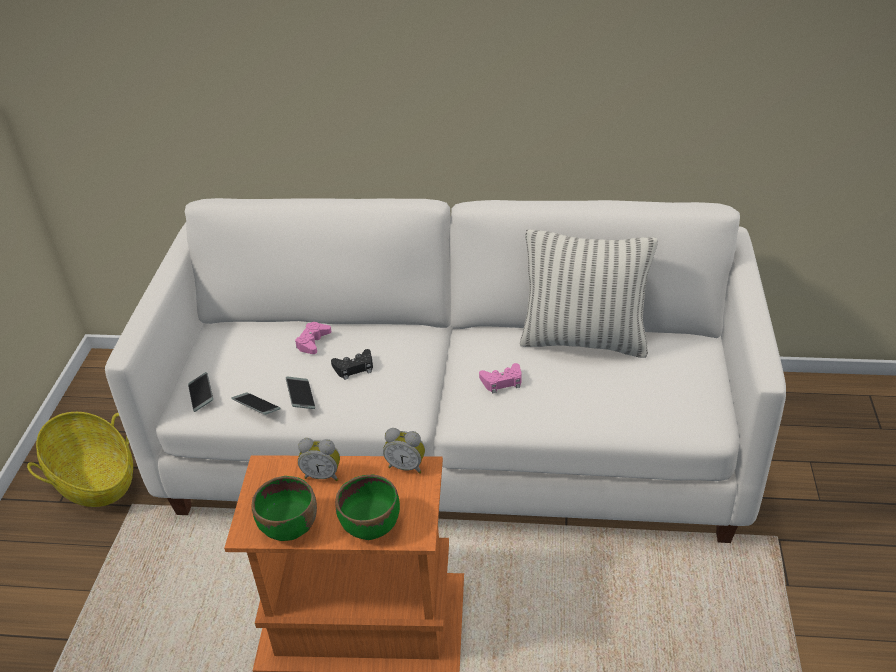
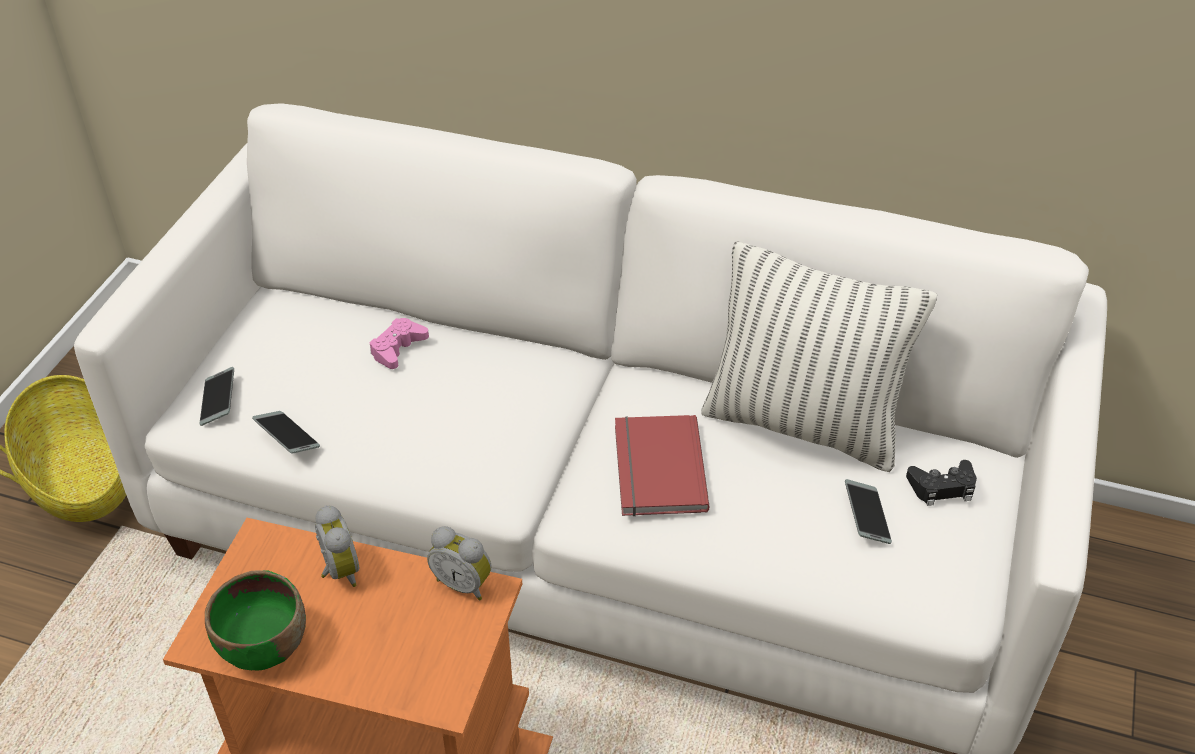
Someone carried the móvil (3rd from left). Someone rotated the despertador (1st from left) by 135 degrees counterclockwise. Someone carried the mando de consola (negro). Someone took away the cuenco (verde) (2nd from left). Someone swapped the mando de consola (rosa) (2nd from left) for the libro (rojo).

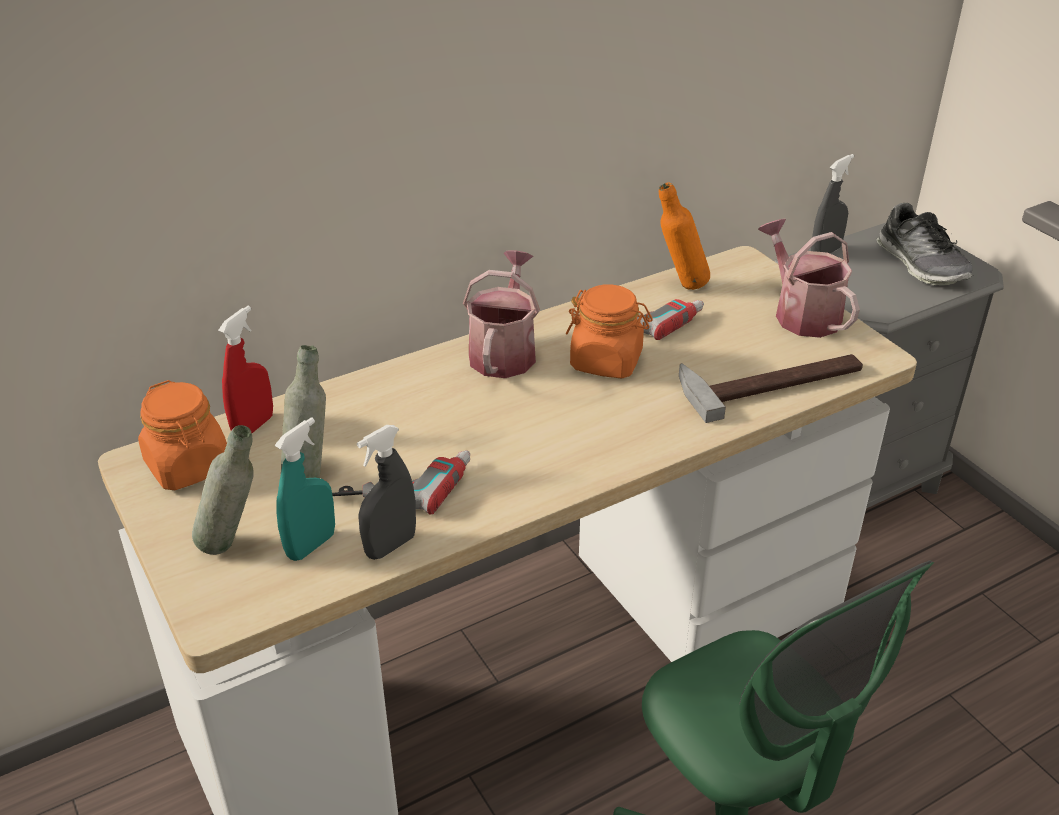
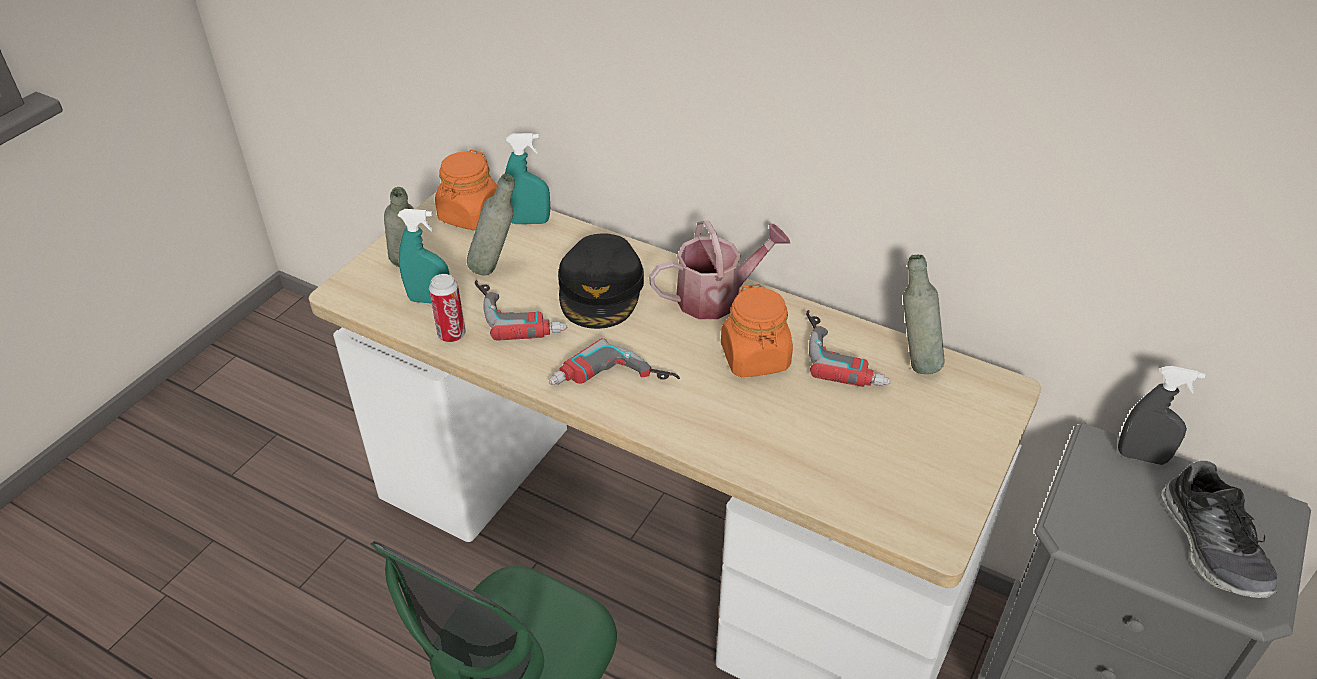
Someone repainted the pulverizador (rojo), which became the pulverizador (turquesa) (2nd from left). Someone swapped the pulverizador (gris) (1st from left) for the lata. Someone repainted the botella (naranja), which became the botella (gris) (3rd from left). Someone took away the martillo. Someone took away the regadera (2nd from left). Someone rotated the zapato by 45 degrees counterclockwise. Someone put down the taladro (2nd from left). Someone put down the gorra (negro).

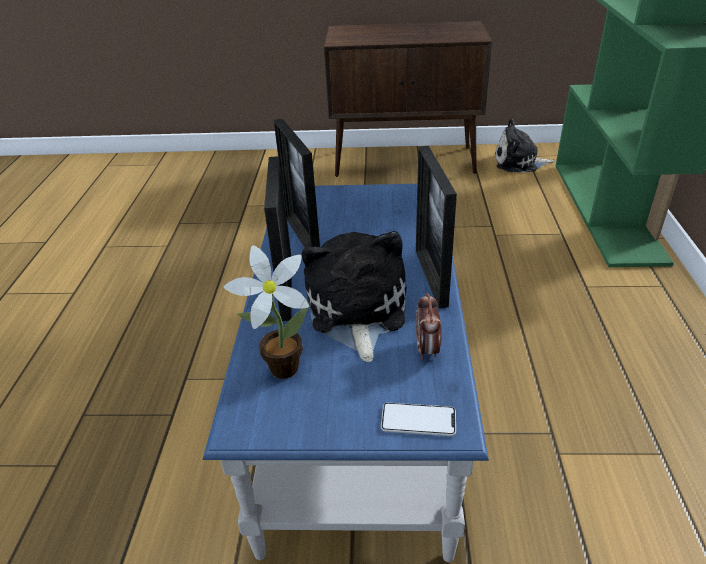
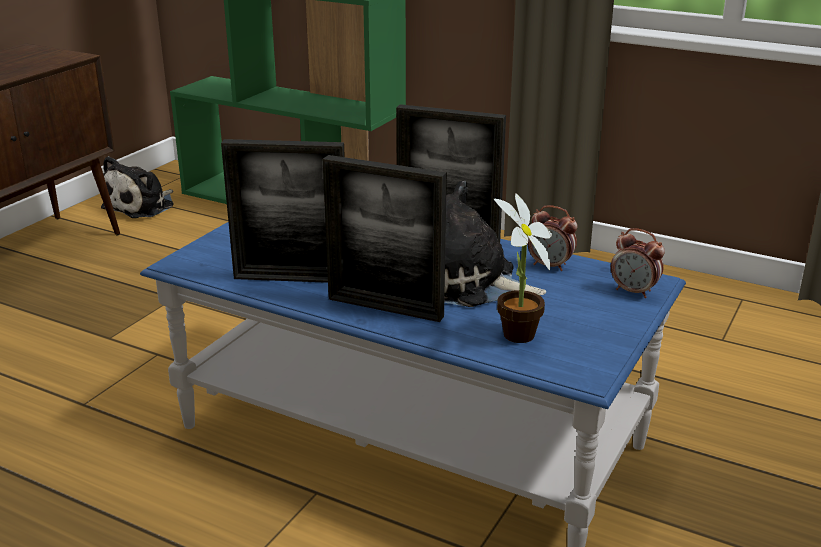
Someone swapped the móvil for the despertador (2nd from left).

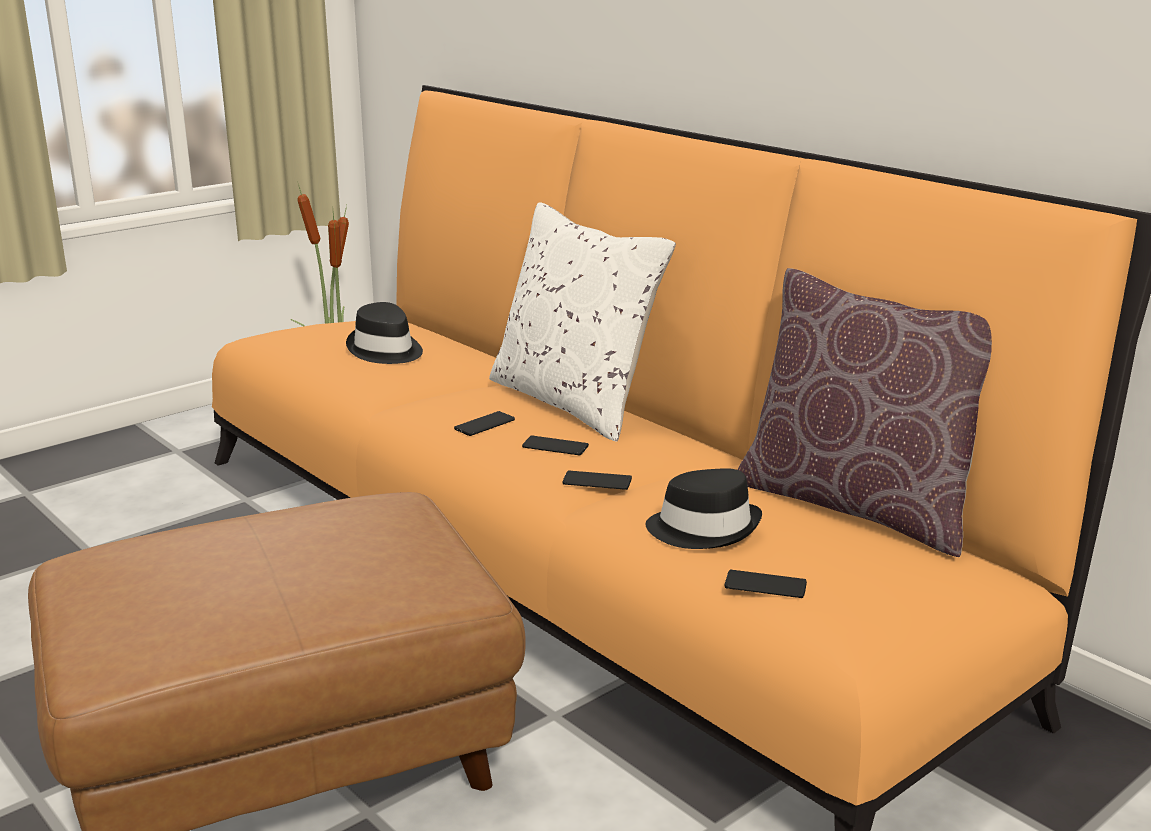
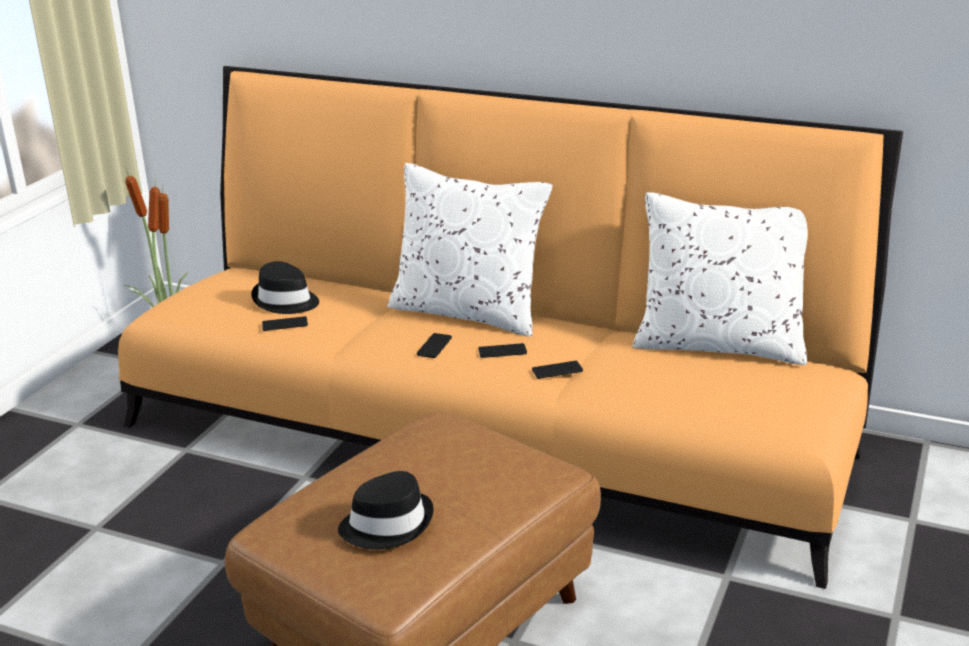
Someone carried the sombrero (negro) (2nd from left). Someone carried the móvil (4th from left in the first image). Someone repainted the cojín (marrón), which became the cojín (blanco) (2nd from left).

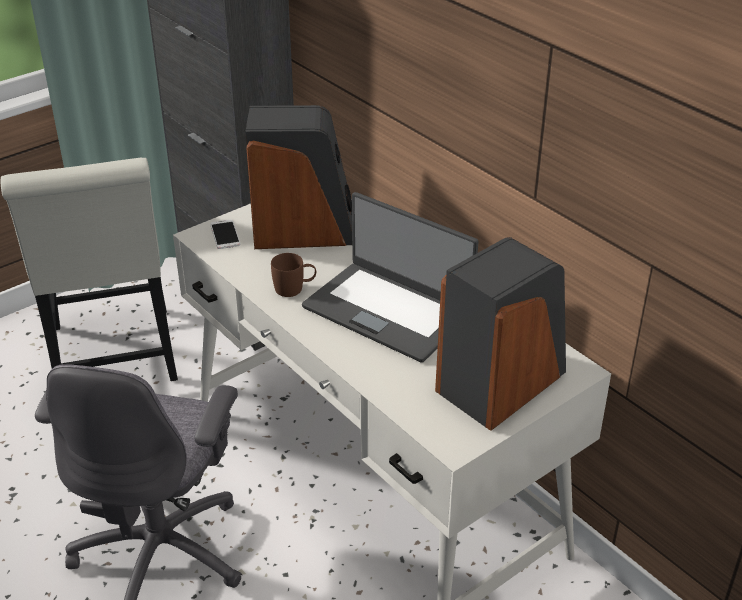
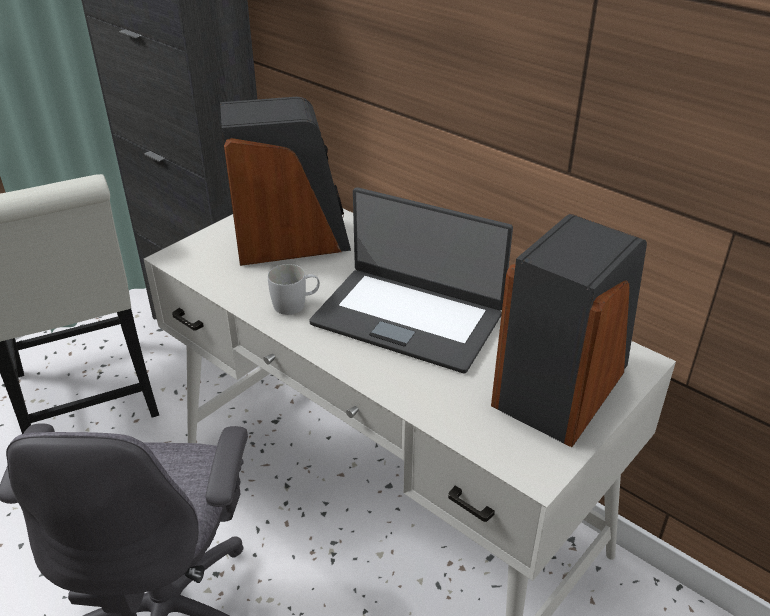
Someone took away the móvil. Someone repainted the taza grande (marrón), which became the taza grande (blanco).

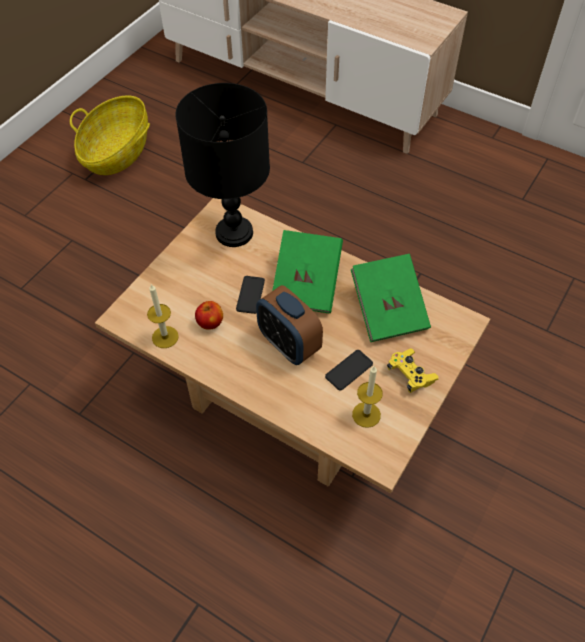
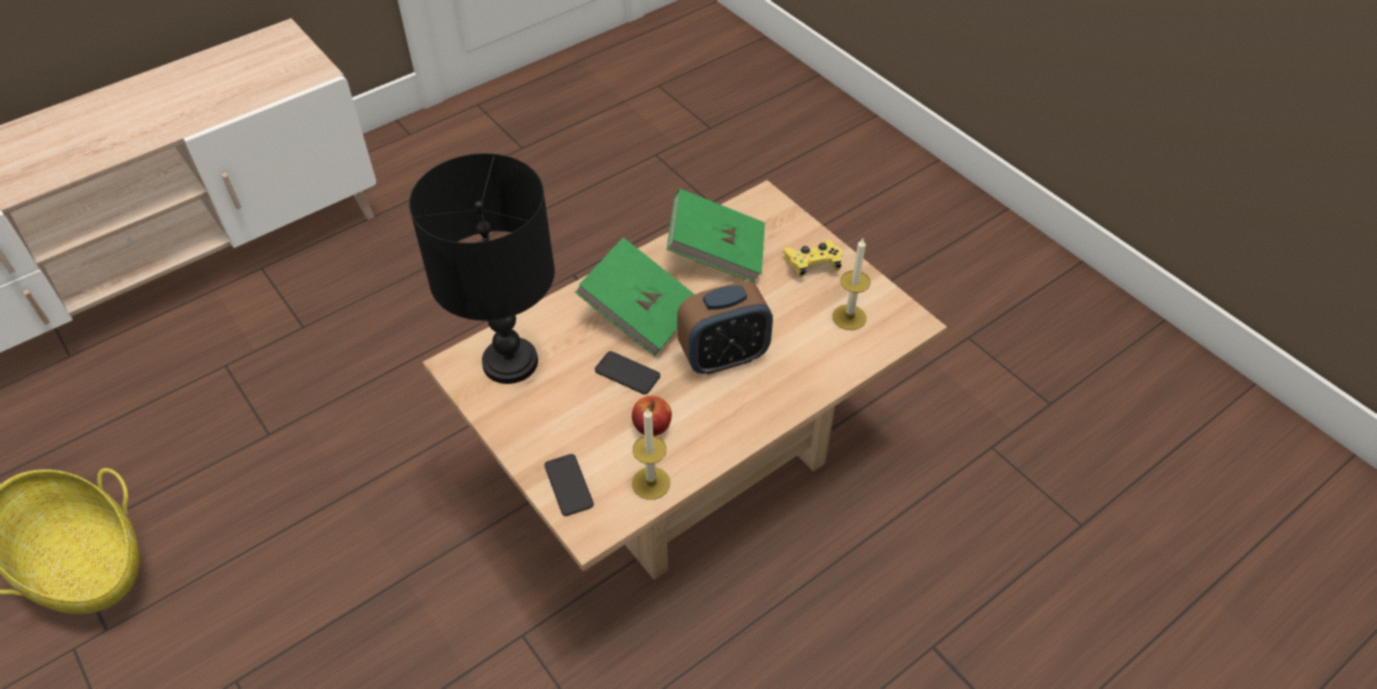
Someone carried the móvil (2nd from left in the first image).

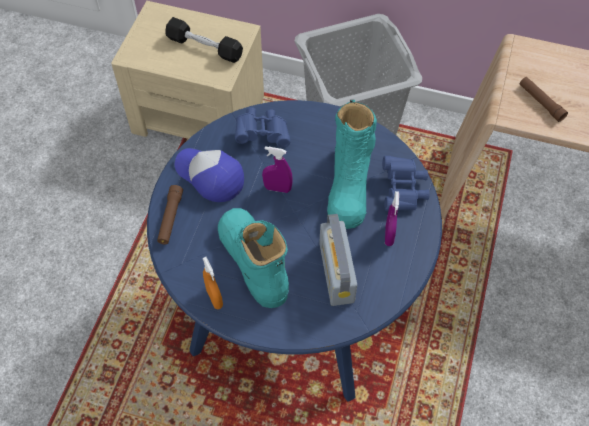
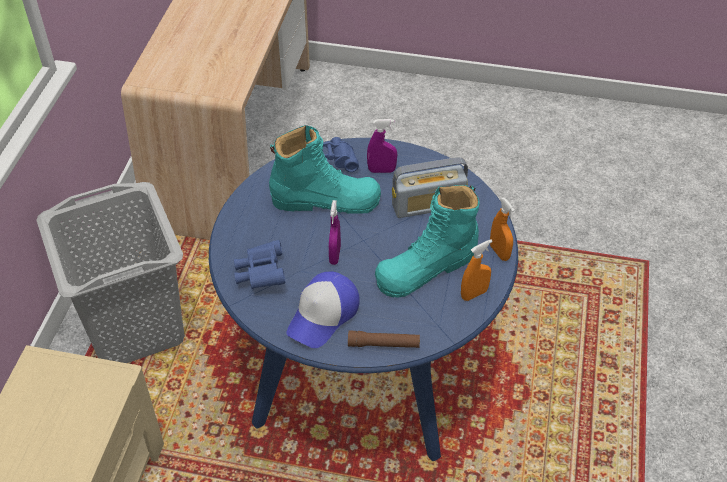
Someone took away the mancuerna (negro). Someone took away the linterna (marrón) (2nd from left). Someone put down the pulverizador (naranja) (2nd from left).

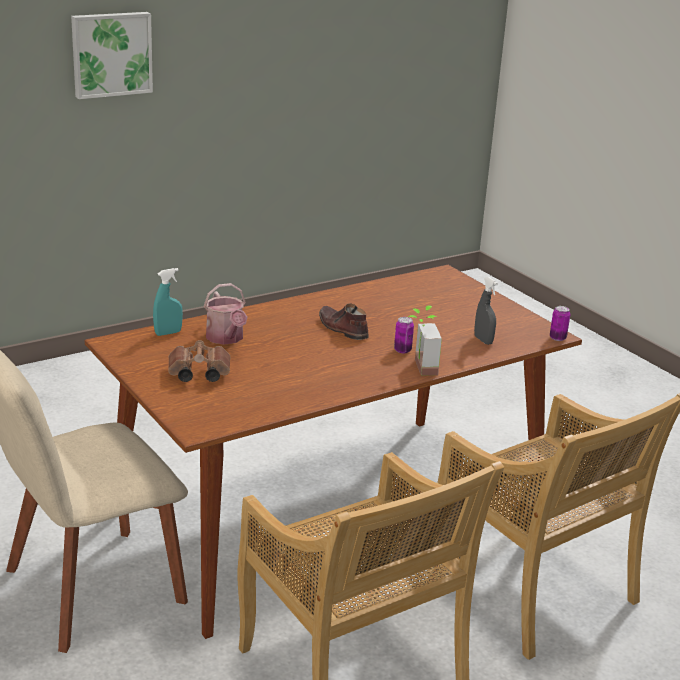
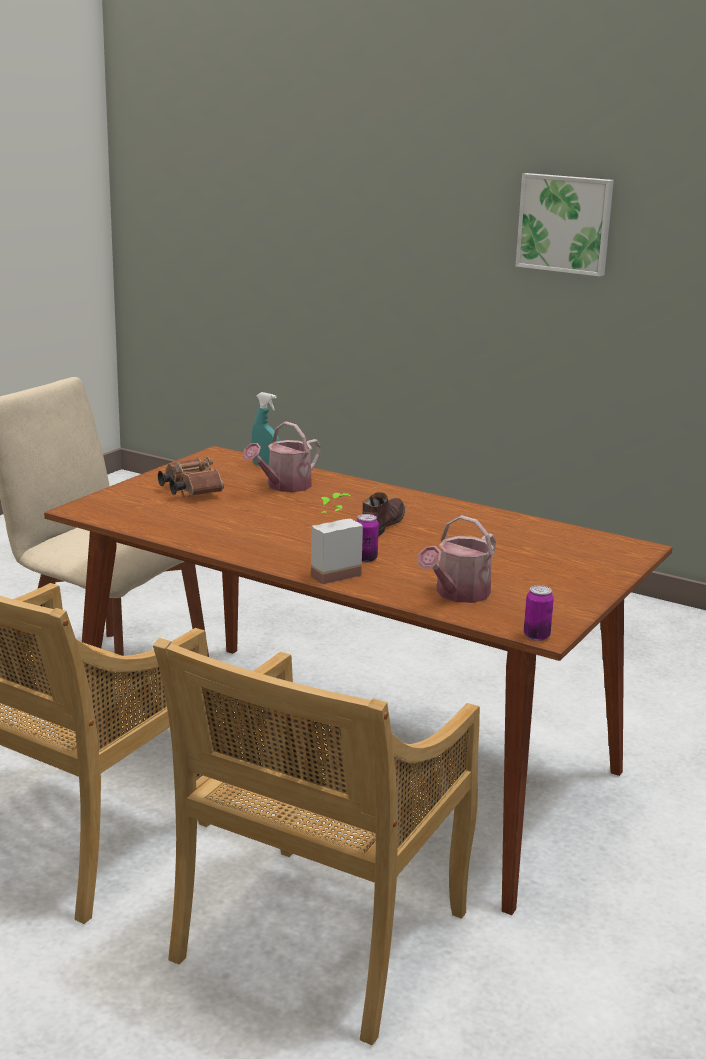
Someone swapped the pulverizador (gris) for the regadera (2nd from left).

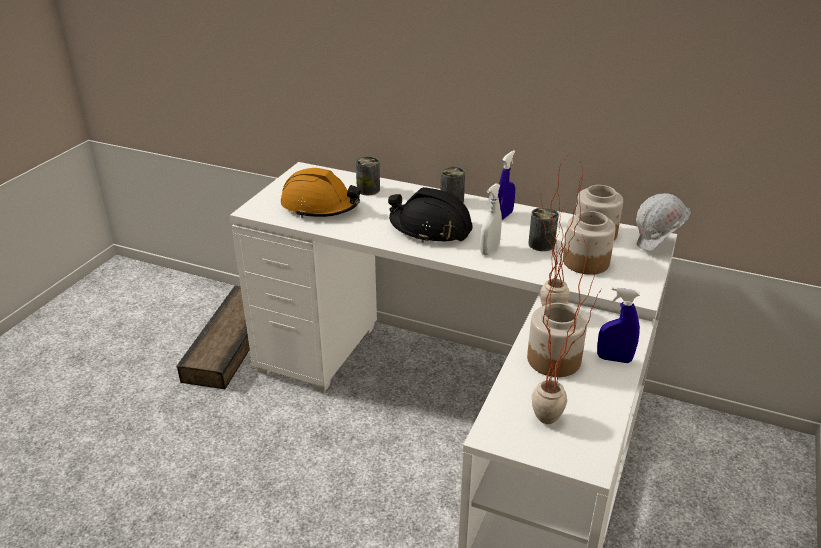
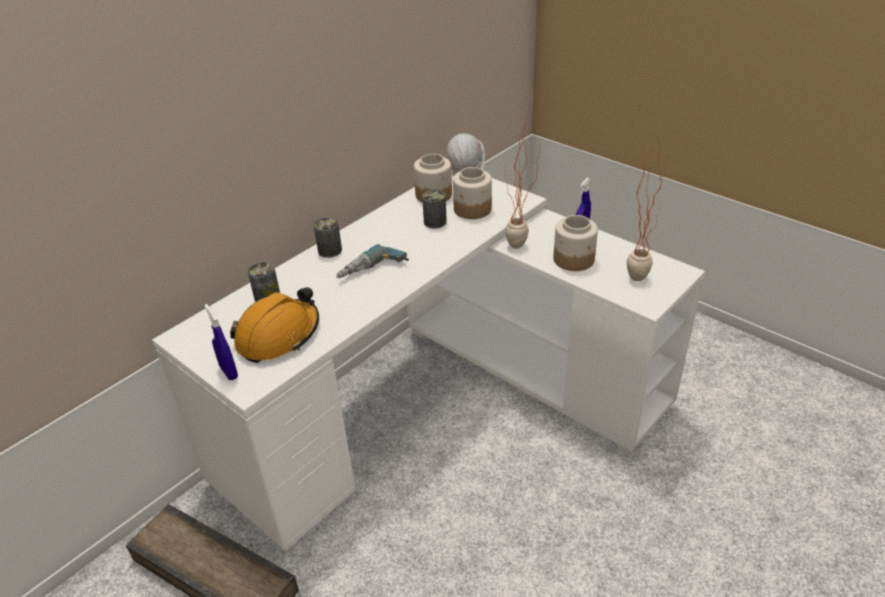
Someone swapped the casco (negro) for the taladro. Someone took away the pulverizador (blanco). Someone carried the pulverizador (azul) (1st from left).

